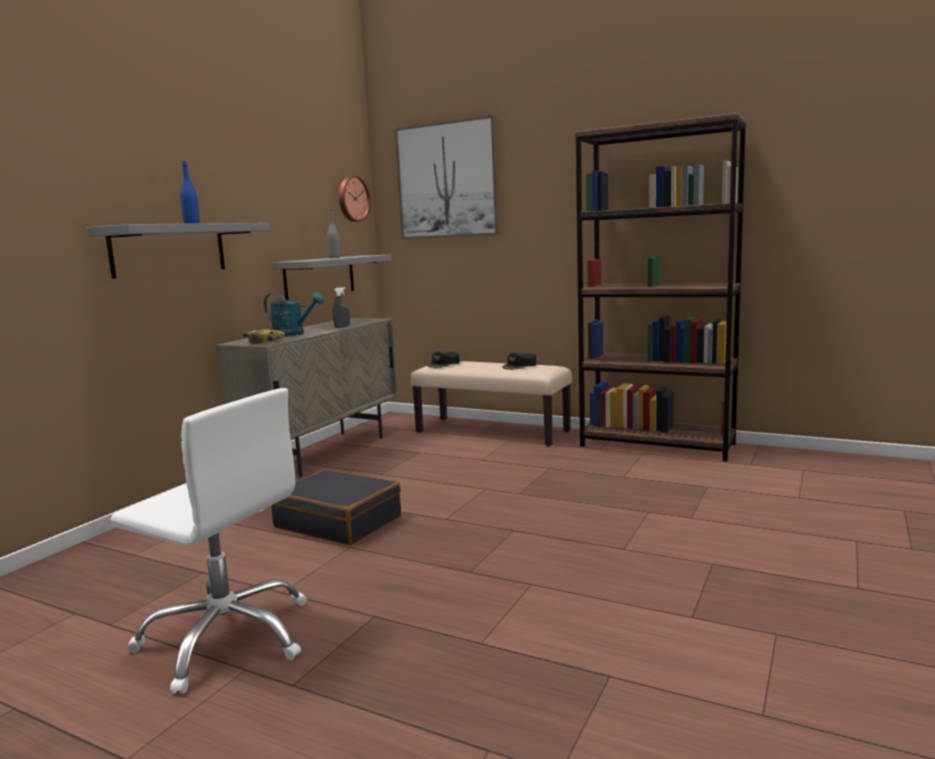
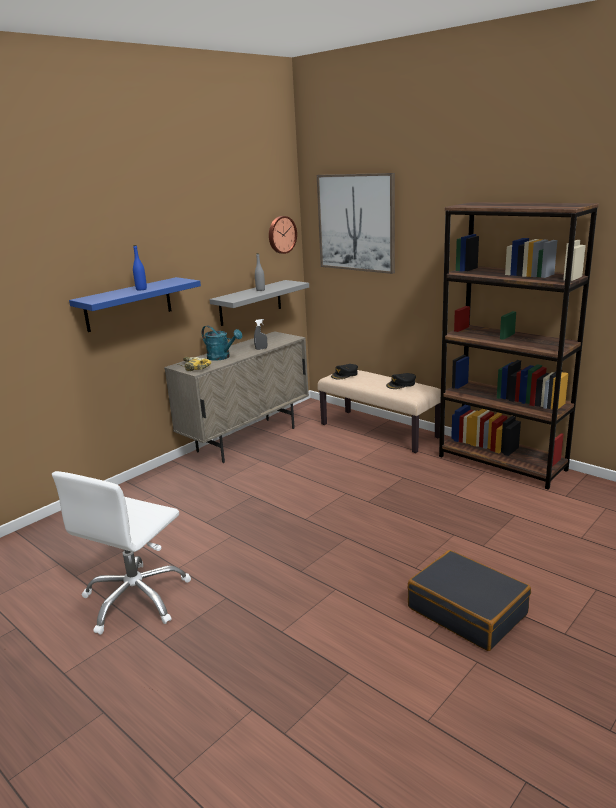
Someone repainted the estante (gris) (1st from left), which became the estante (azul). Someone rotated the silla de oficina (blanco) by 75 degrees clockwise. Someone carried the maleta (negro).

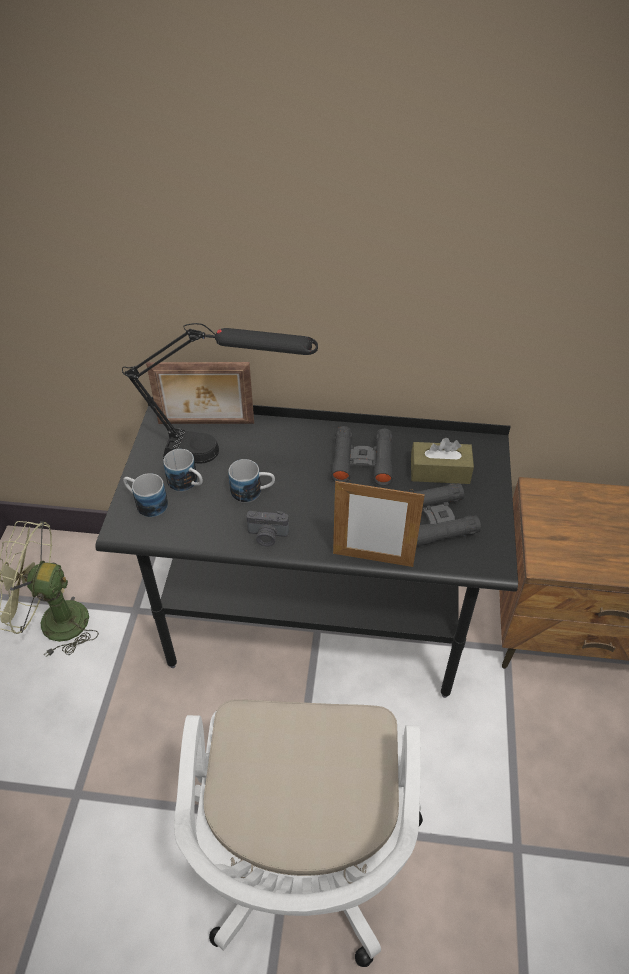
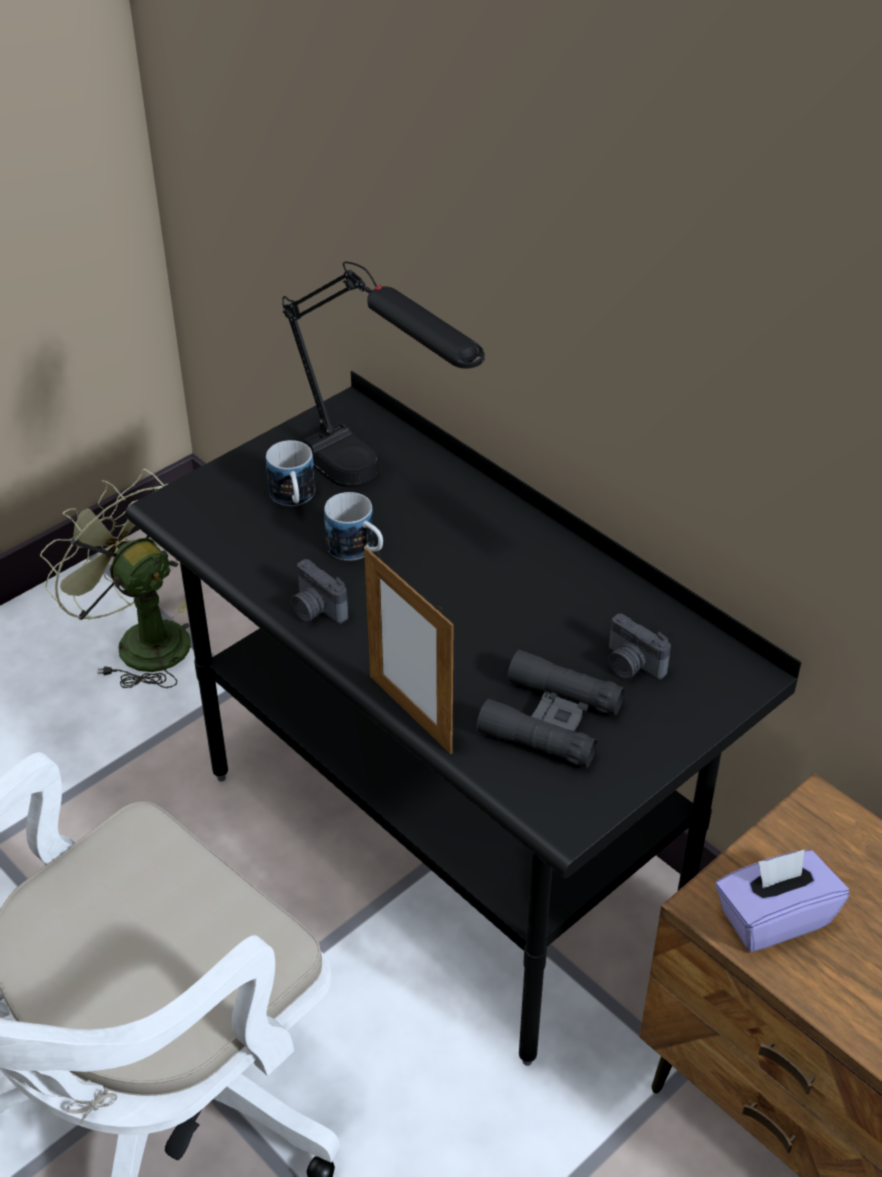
Someone took away the taza grande (1st from left). Someone took away the portarretratos (1st from left). Someone took away the prismáticos (negro) (1st from left). Someone swapped the caja de pañuelos (marrón) for the cámara (2nd from left). Someone put down the caja de pañuelos (morado).

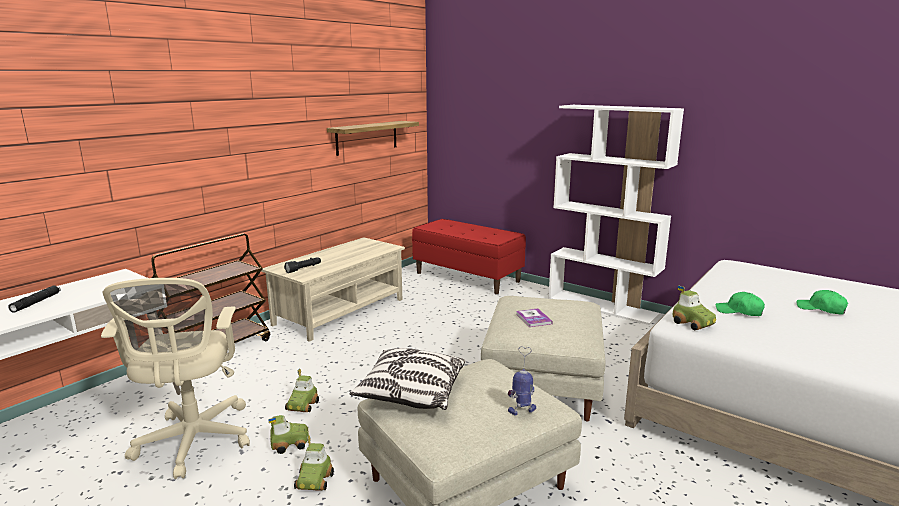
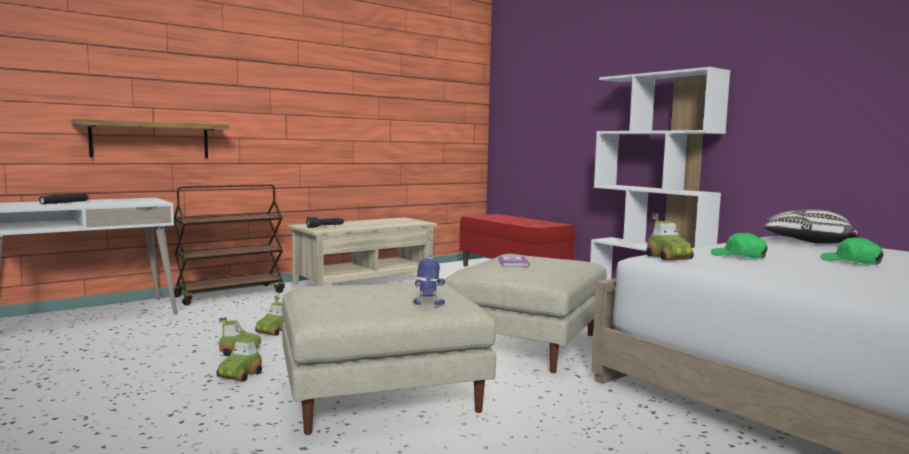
Someone took away the silla de oficina (beis). Someone carried the estante. Someone carried the cojín.

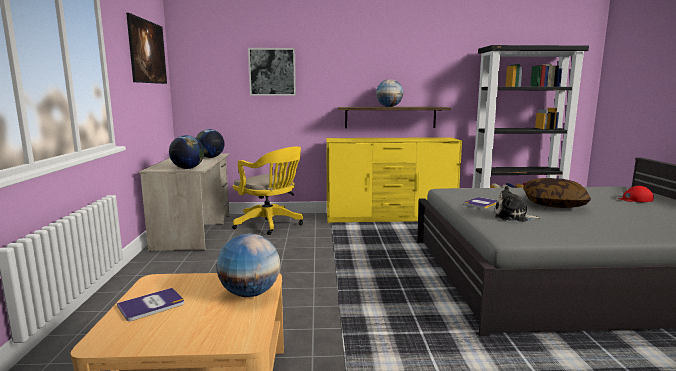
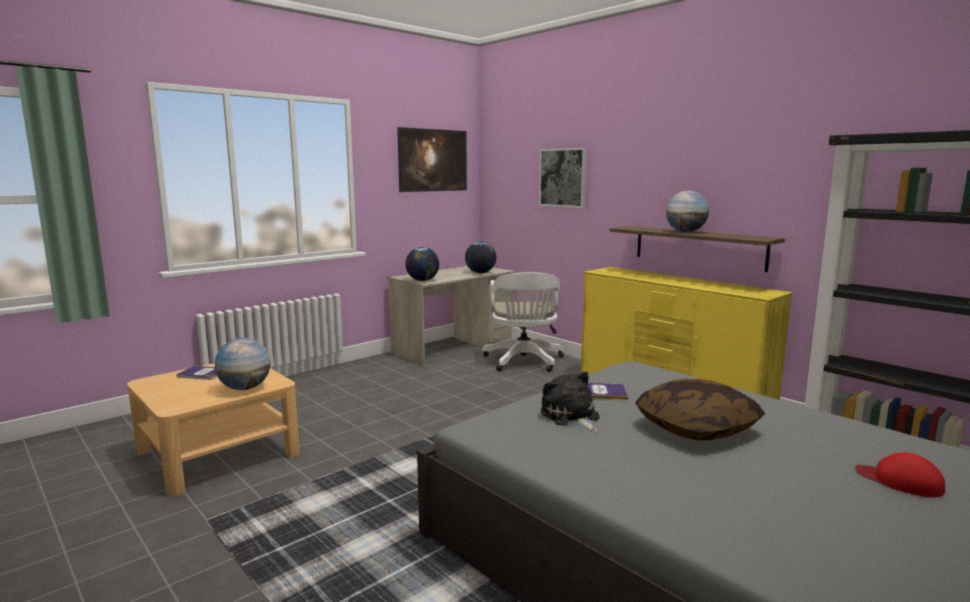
Someone repainted the silla de oficina (amarillo), which became the silla de oficina (blanco).

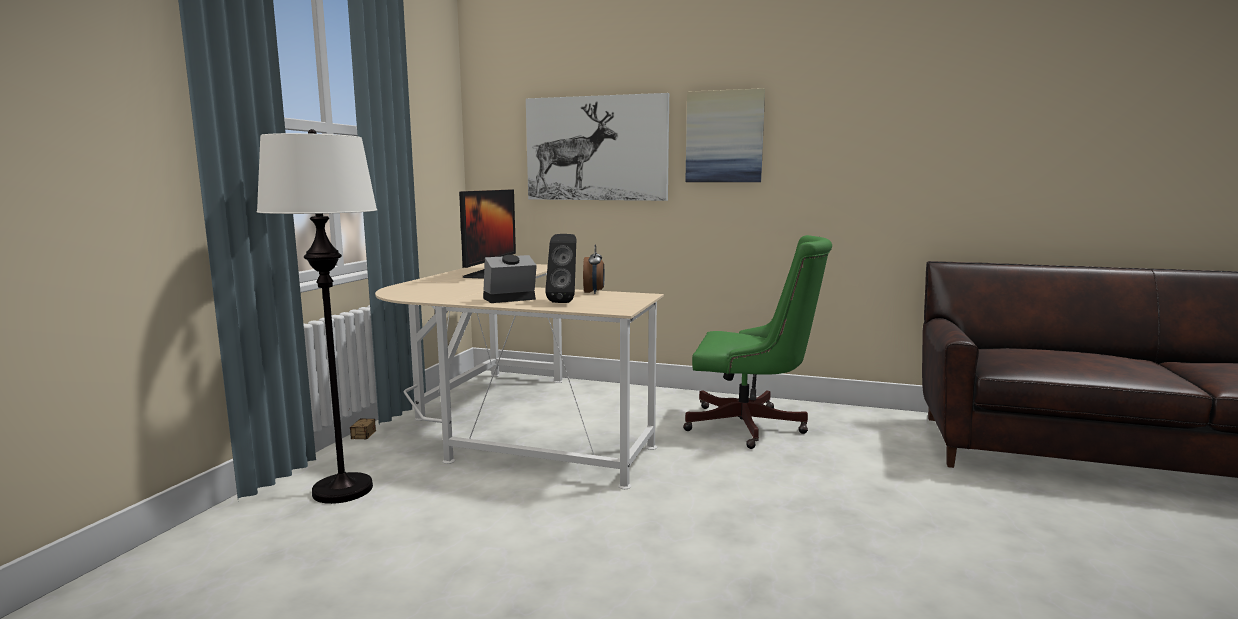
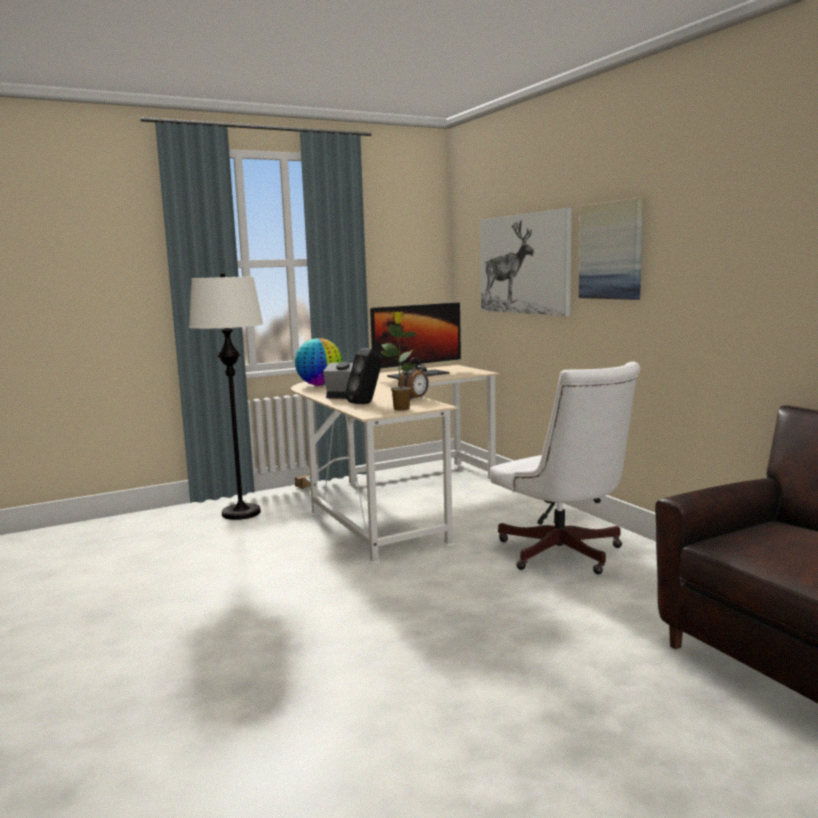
Someone repainted the silla de oficina (verde), which became the silla de oficina (blanco). Someone put down the globo terráqueo. Someone put down the planta en maceta.

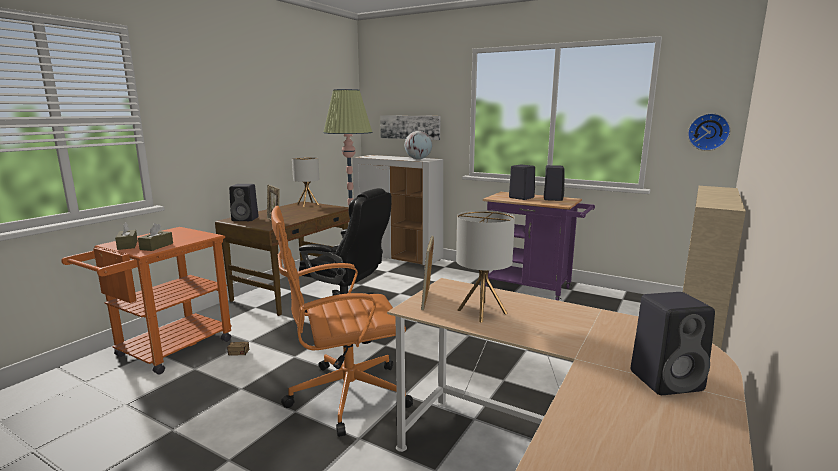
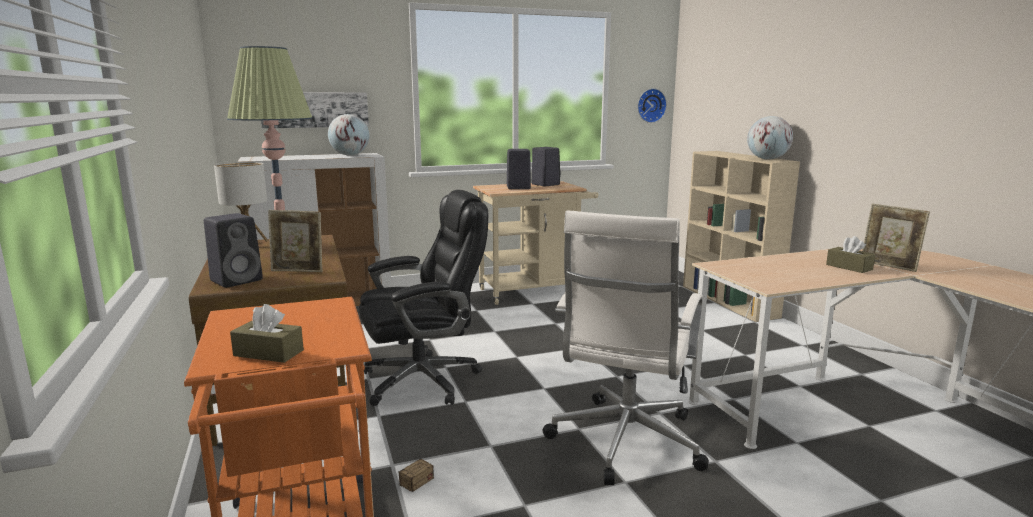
Someone carried the caja de pañuelos (marrón) (2nd from left). Someone repainted the silla de oficina (naranja), which became the silla de oficina (blanco). Someone carried the portarretratos (2nd from left). Someone took away the lámpara de mesa (2nd from left). Someone repainted the carrito (morado), which became the carrito (beis). Someone took away the altavoz (negro) (4th from left). Someone put down the globo terráqueo (2nd from left).

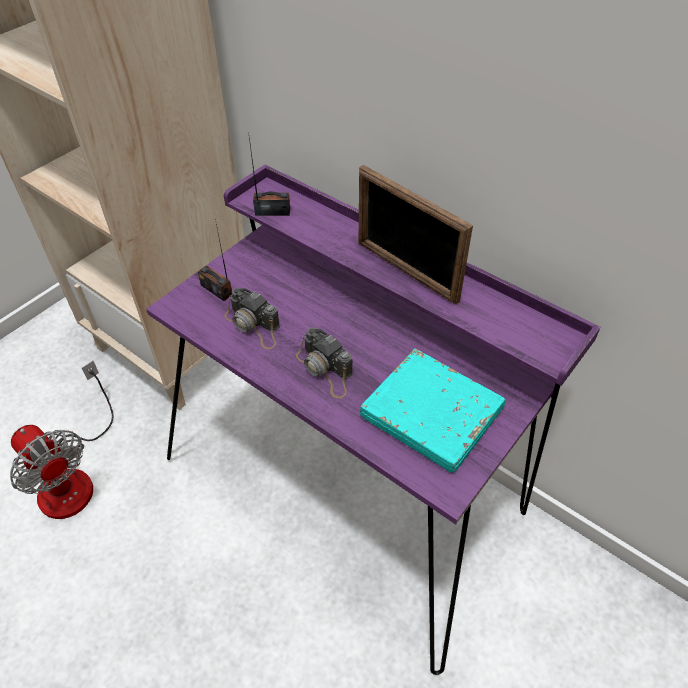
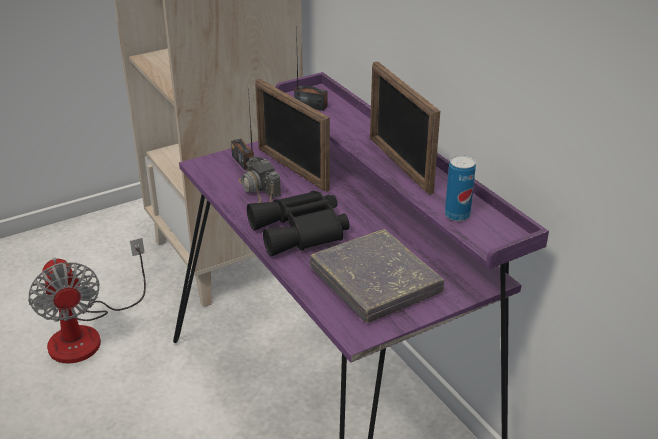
Someone swapped the cámara (2nd from left) for the prismáticos (negro). Someone repainted the libro (turquesa), which became the libro (gris). Someone put down the portarretratos (1st from left). Someone put down the lata.

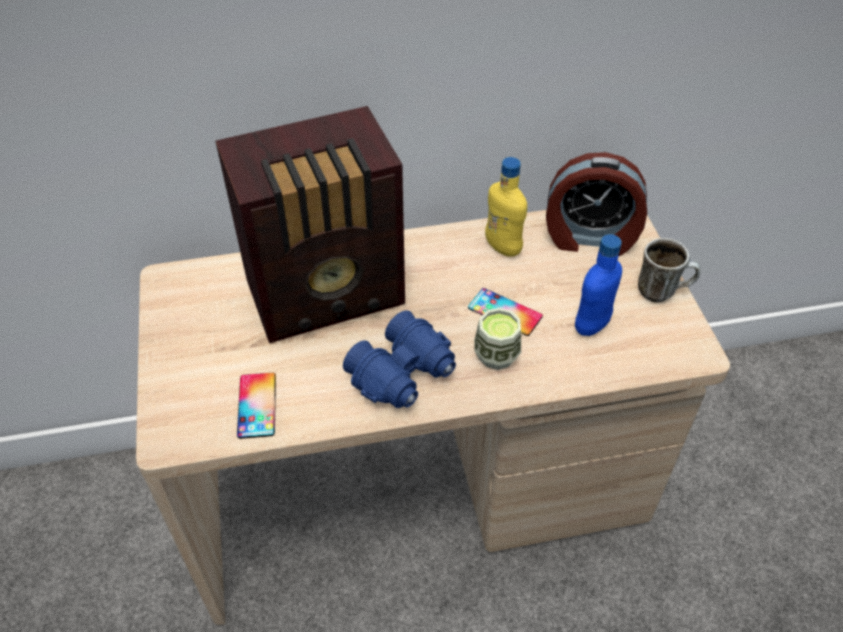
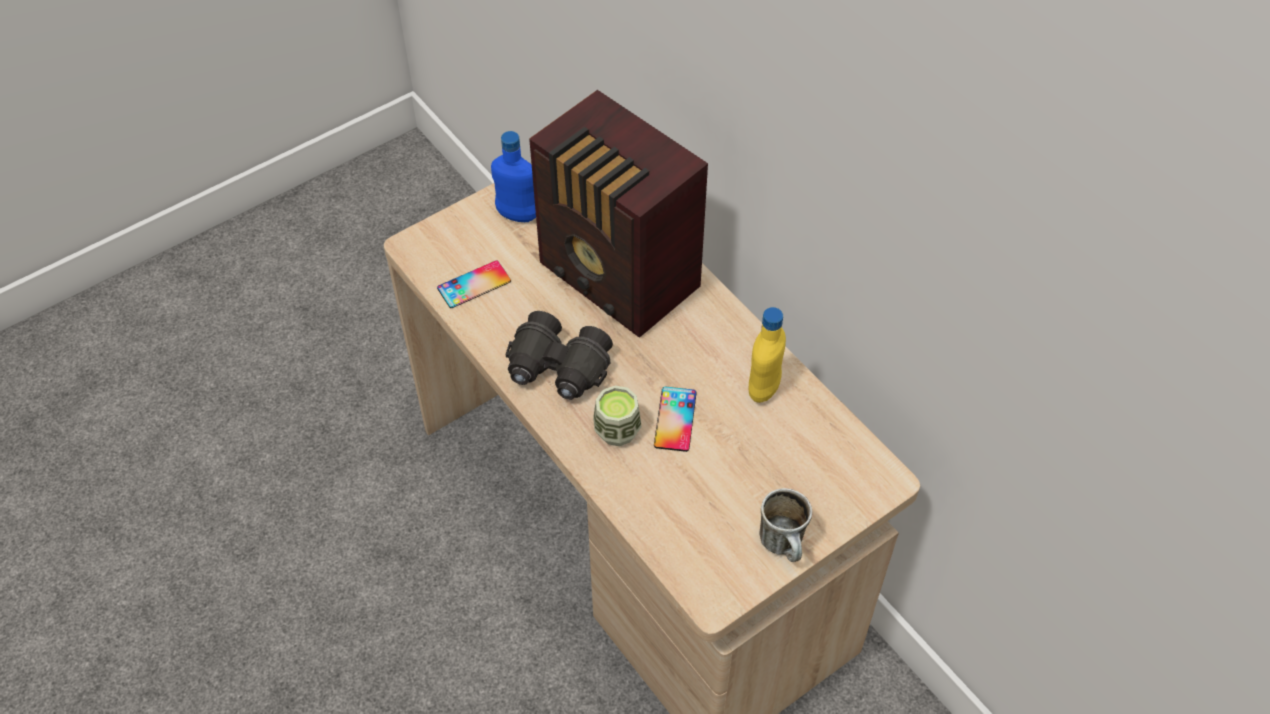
Someone repainted the prismáticos (azul), which became the prismáticos (negro). Someone took away the despertador. Someone carried the botella (azul).

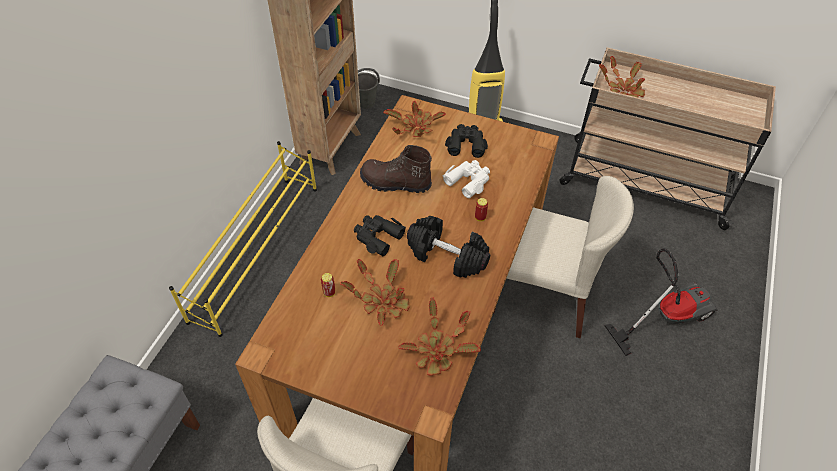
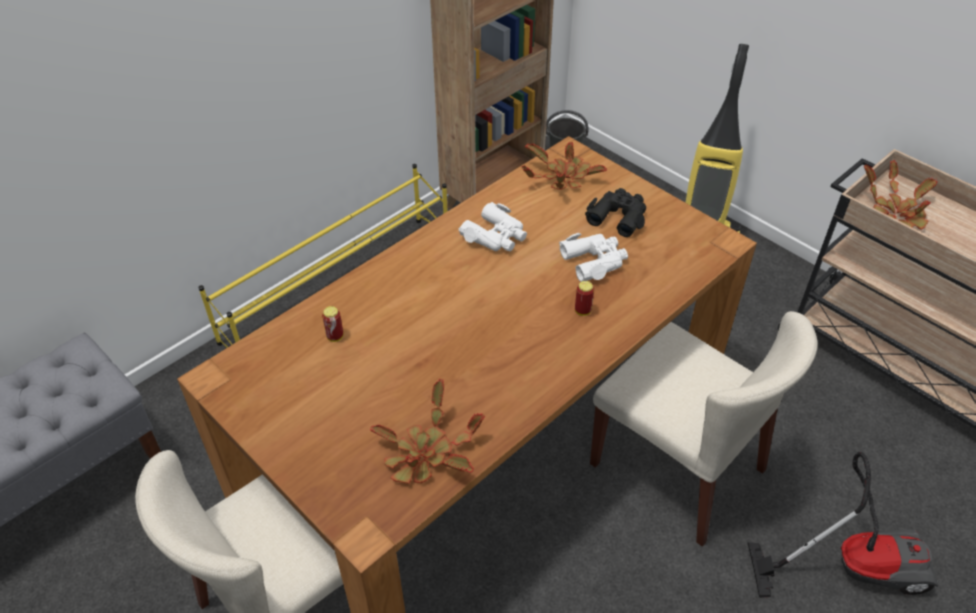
Someone took away the planta en maceta (1st from left). Someone took away the prismáticos (negro) (1st from left). Someone swapped the bota (marrón) for the prismáticos (blanco) (1st from left). Someone took away the mancuerna (negro).

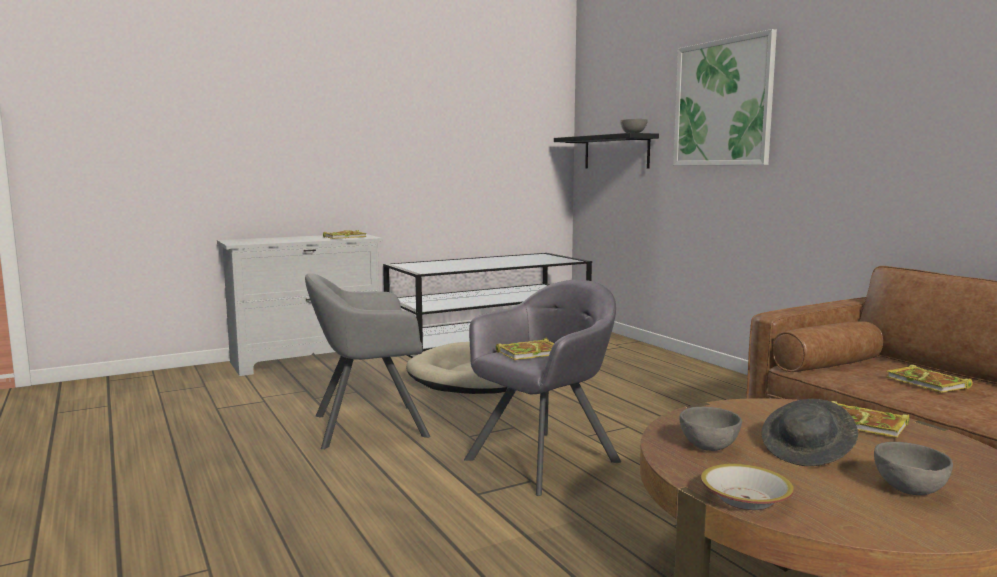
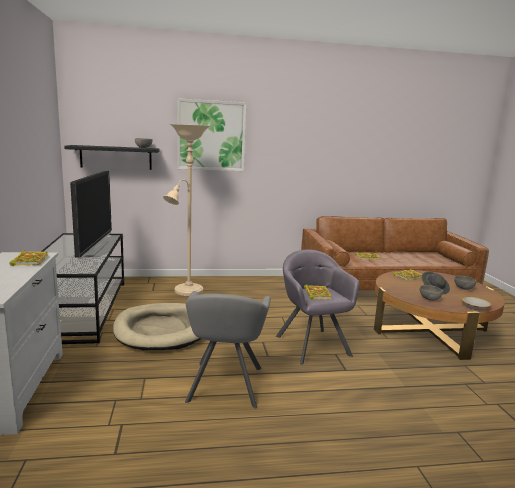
Someone put down the televisor. Someone put down the lámpara de pie (beis).

